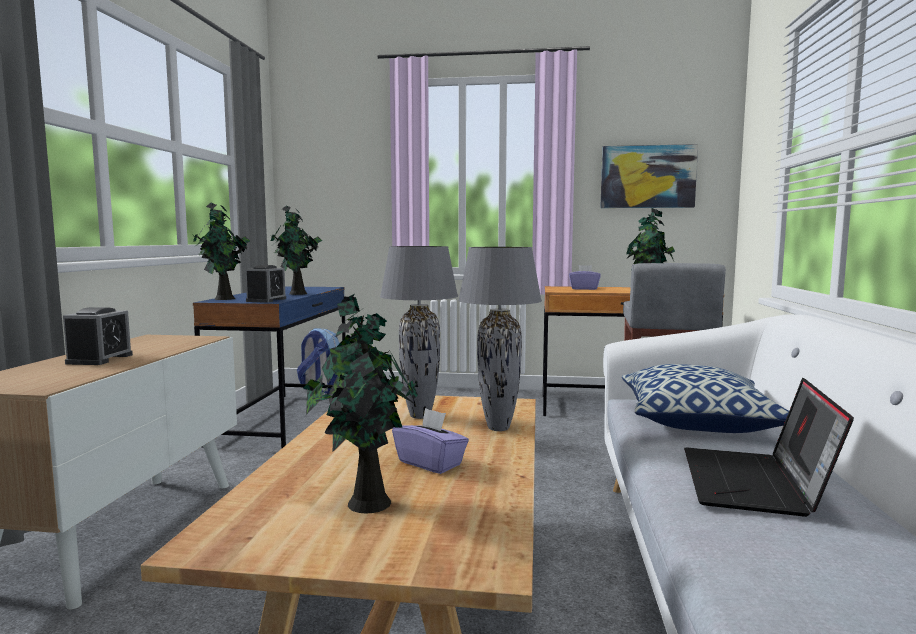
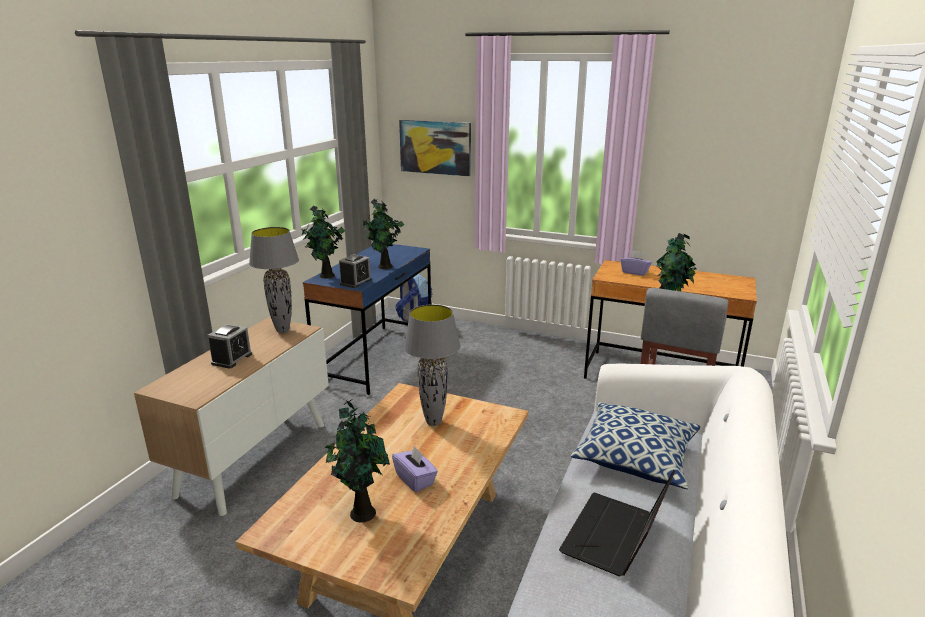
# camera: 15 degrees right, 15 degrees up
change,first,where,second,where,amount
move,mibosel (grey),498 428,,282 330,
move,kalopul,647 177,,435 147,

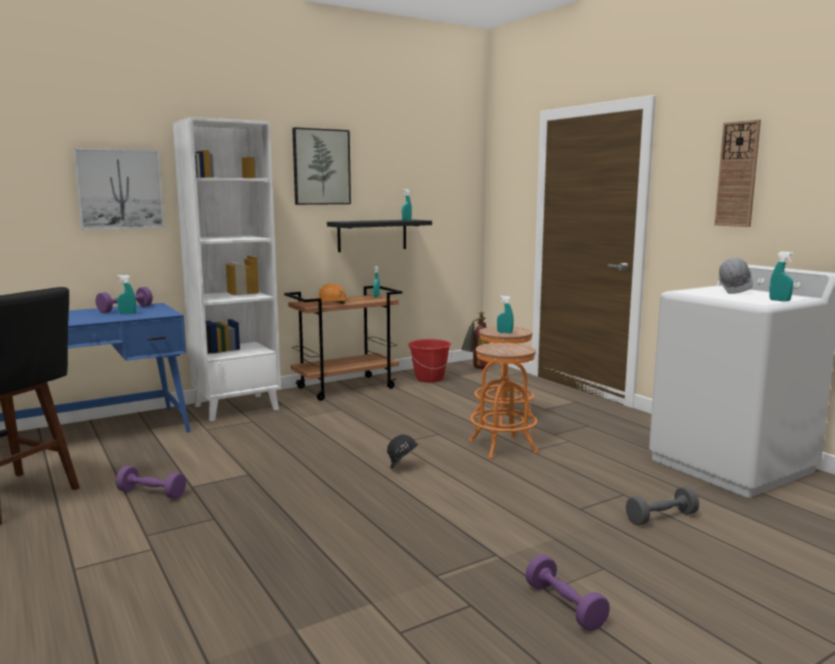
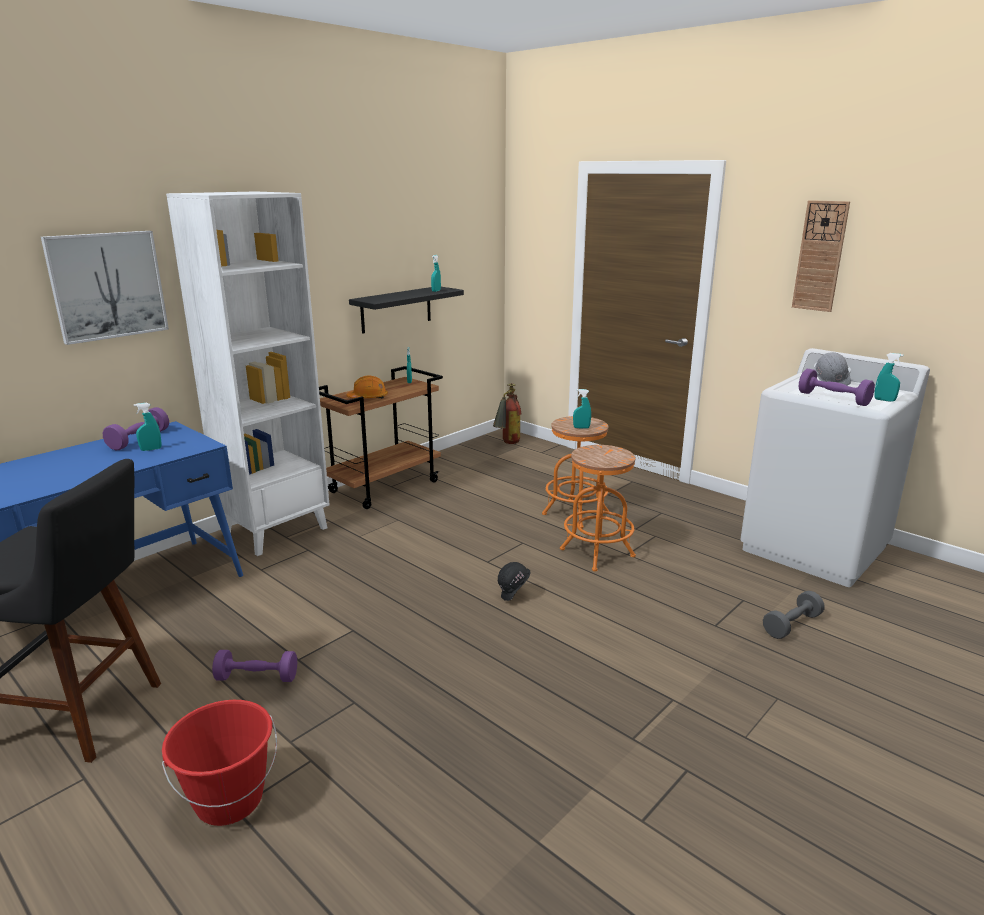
# camera: 15 degrees left, 10 degrees up
change,first,where,second,where,amount
move,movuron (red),429 378,,229 800,
move,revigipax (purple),564 606,,833 399,
delete,kalopul,321 167,,,

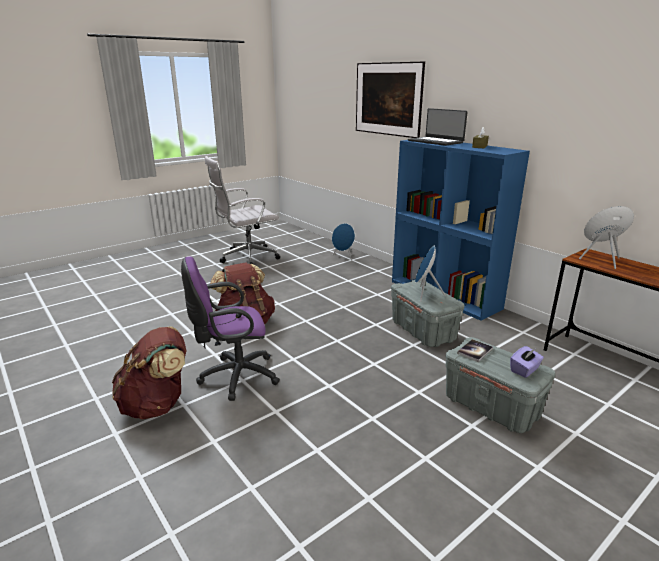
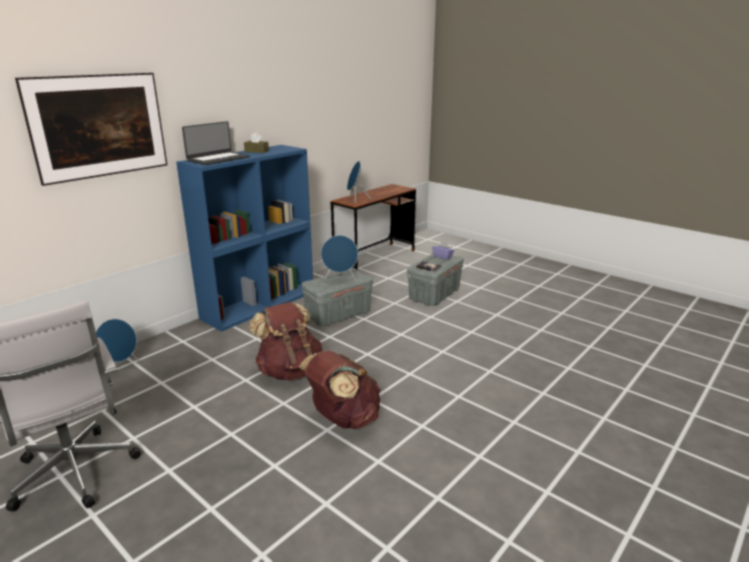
# camera: 100 degrees left, 0 degrees up
change,first,where,second,where,amount
move,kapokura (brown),157 405,,289 370,
delete,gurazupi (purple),234 377,,,

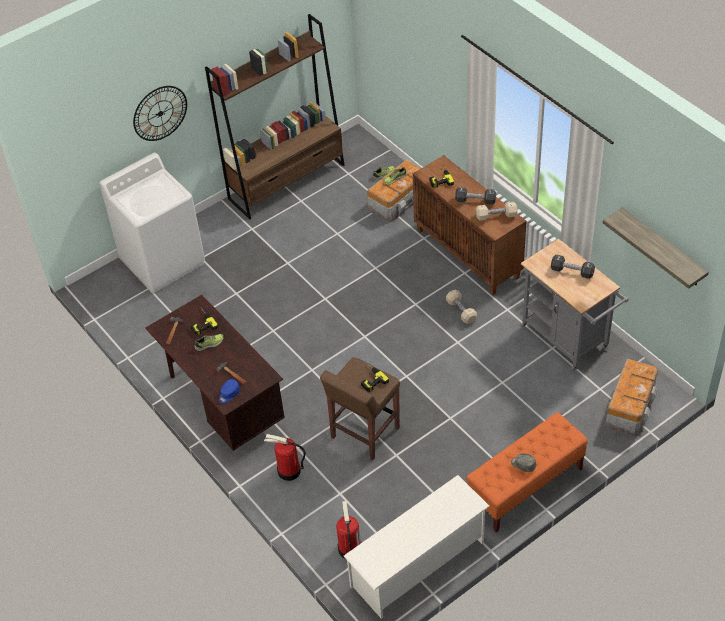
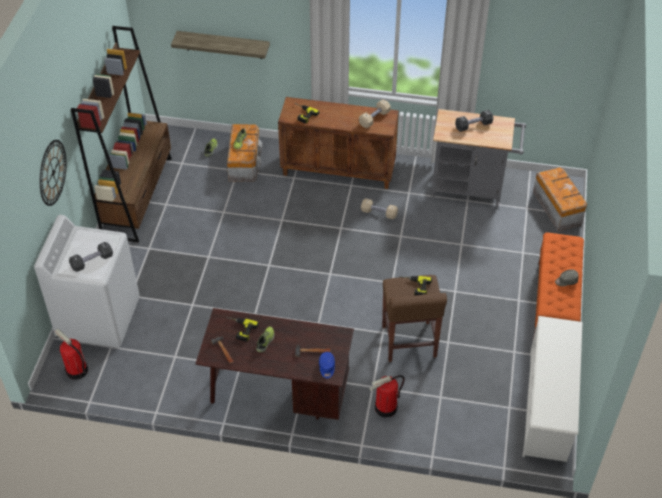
# camera: 45 degrees left, 0 degrees up
change,first,where,second,where,amount
move,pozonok,349 548,,76 370,
move,revigipax (black),475 201,,92 261,
move,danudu,662 248,,223 45,

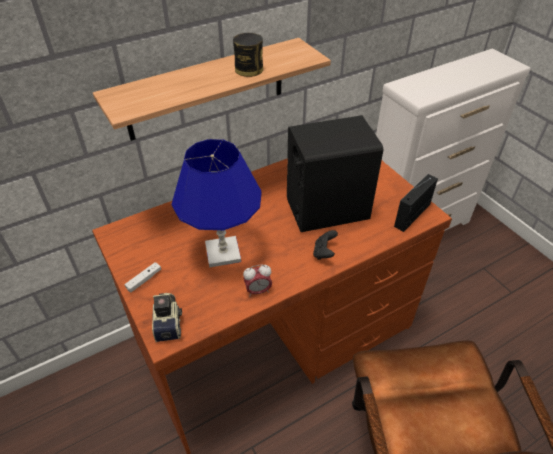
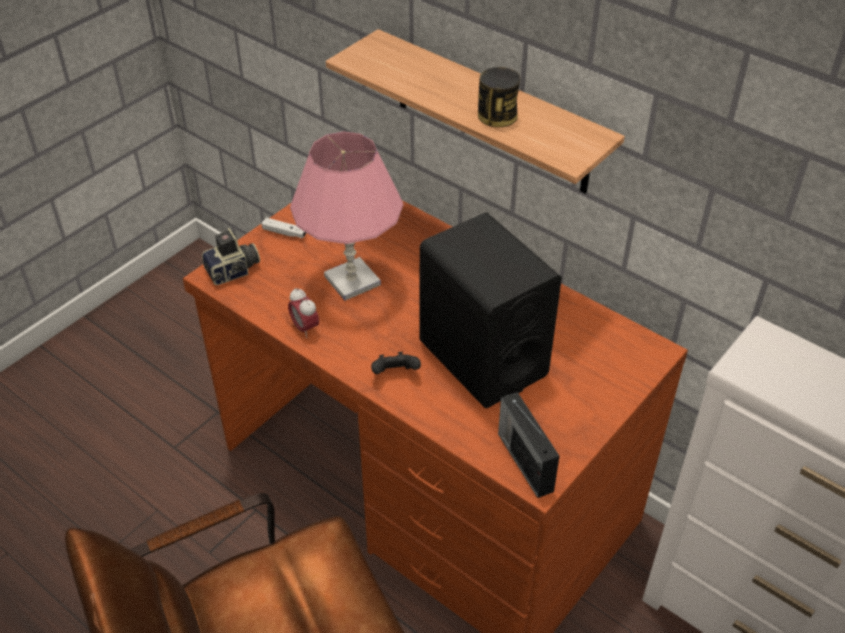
# camera: 70 degrees right, 0 degrees up
change,first,where,second,where,amount
recolor,mibosel (blue),223 253,mibosel (pink),352 281,
rotate,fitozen,413 215,,524 460,135 degrees counterclockwise

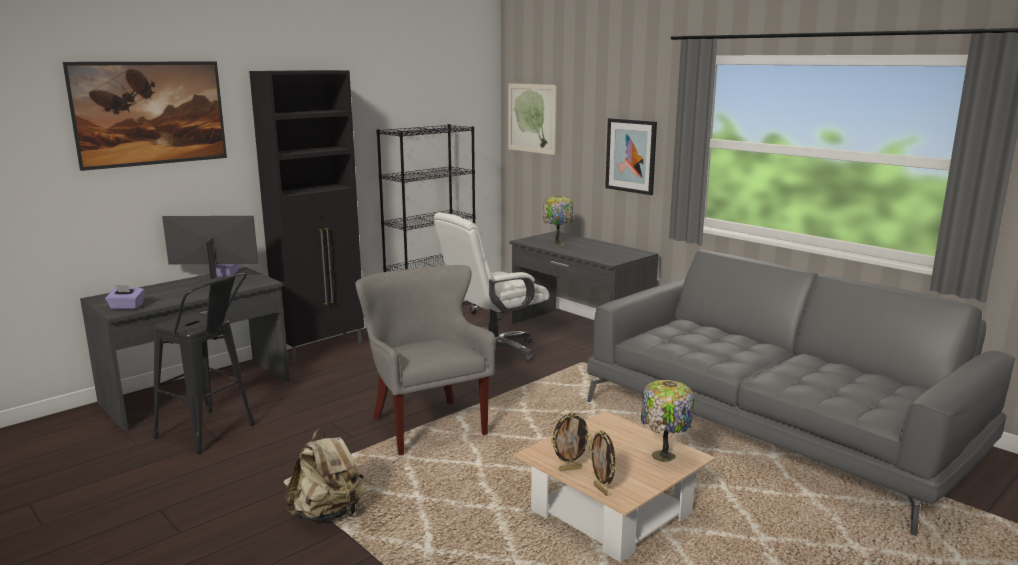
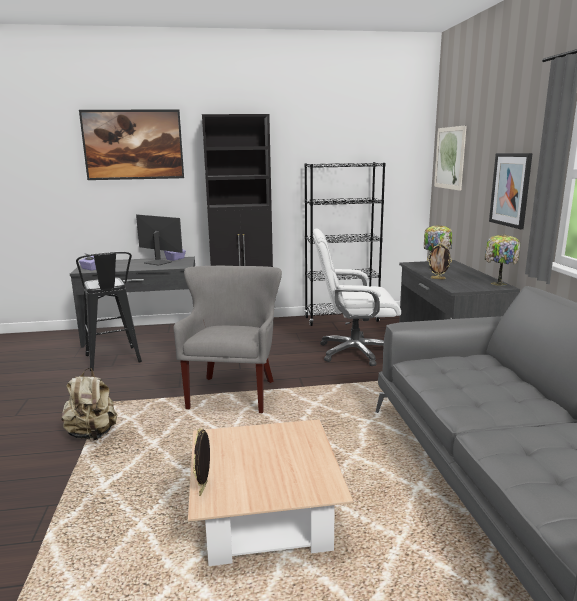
# camera: 35 degrees right, 0 degrees up
change,first,where,second,where,amount
move,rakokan,570 468,,438 278,
move,mibosel,663 457,,498 284,

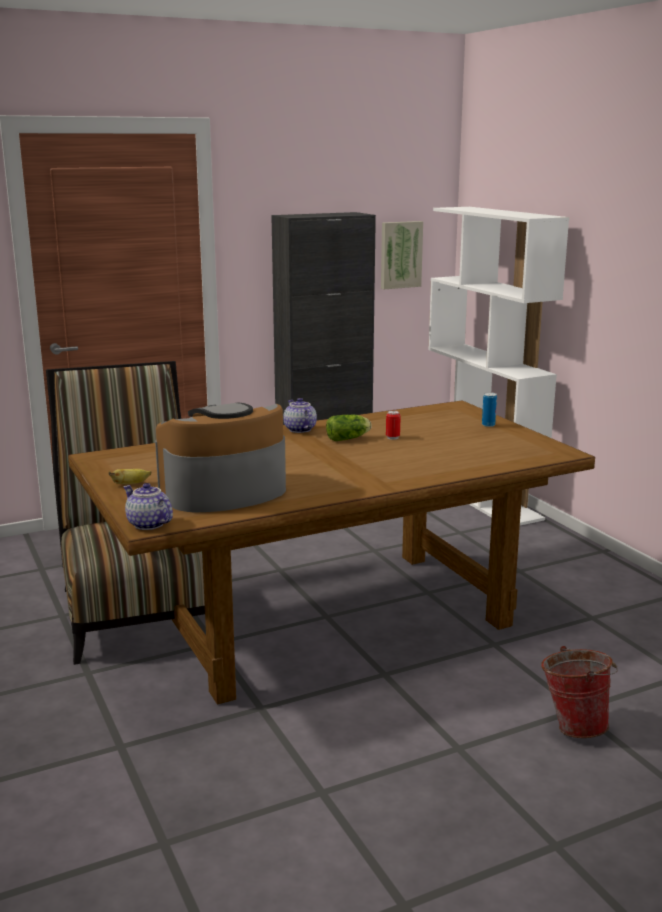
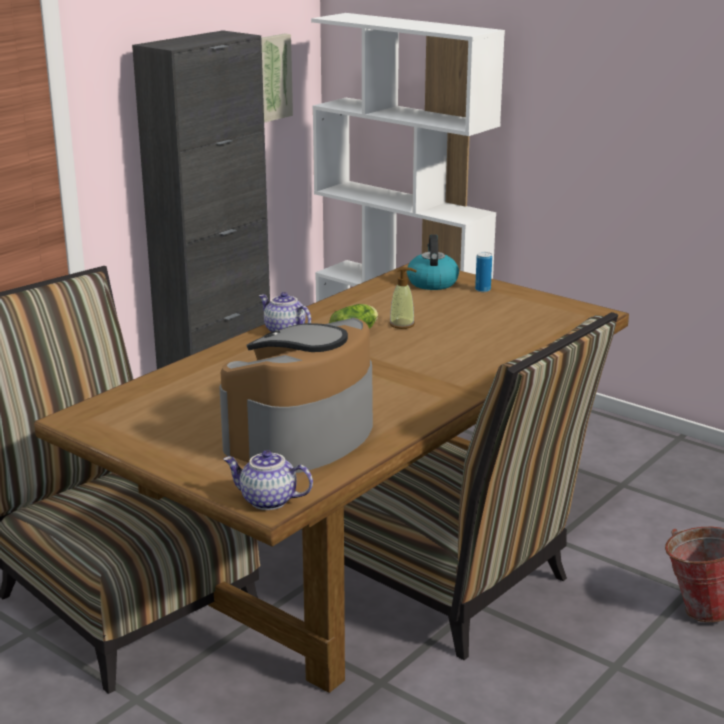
# camera: 25 degrees left, 5 degrees up
change,first,where,second,where,amount
insert,,,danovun,449 585,
replace,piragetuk,392 438,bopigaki,402 324,
insert,,,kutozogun,432 282,
delete,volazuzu,131 484,,,

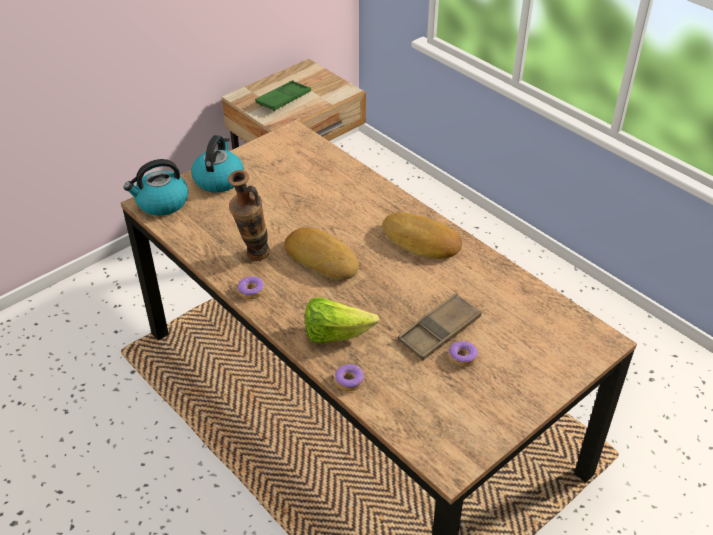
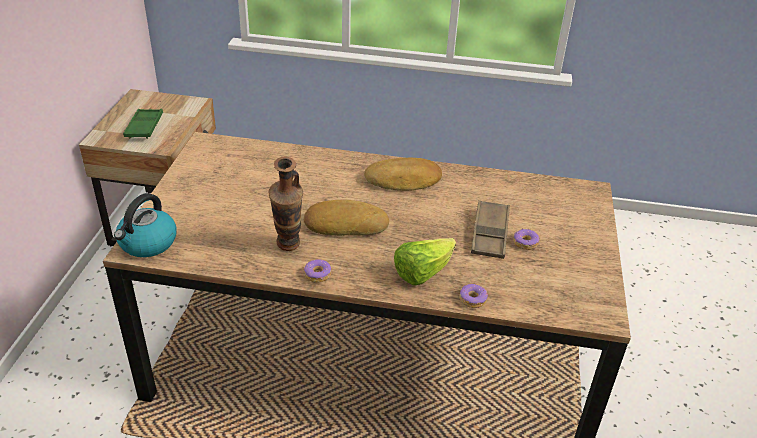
# camera: 40 degrees left, 5 degrees down
change,first,where,second,where,amount
delete,kutozogun,219 179,,,

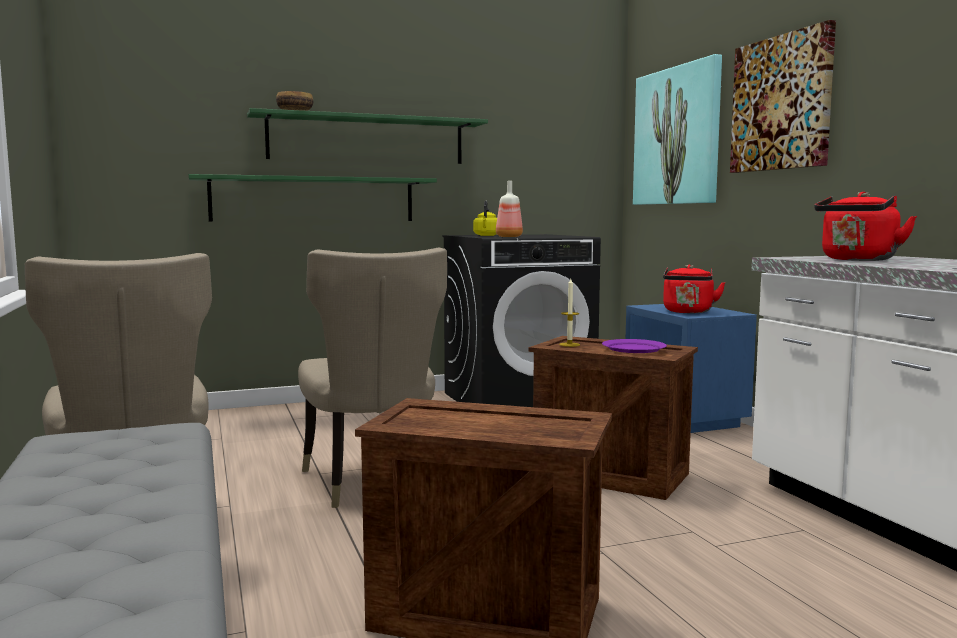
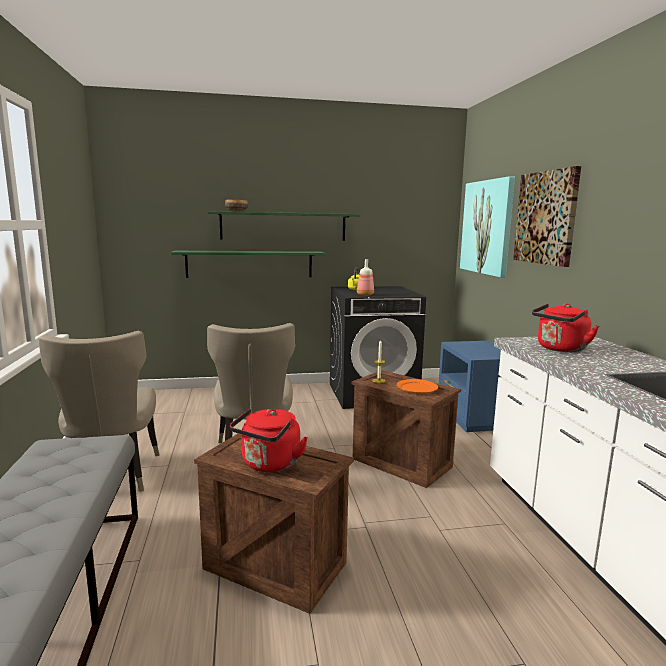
# camera: 10 degrees right, 5 degrees up
change,first,where,second,where,amount
move,kutozogun (red),688 312,,269 465,
recolor,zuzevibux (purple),633 348,zuzevibux (orange),416 388,

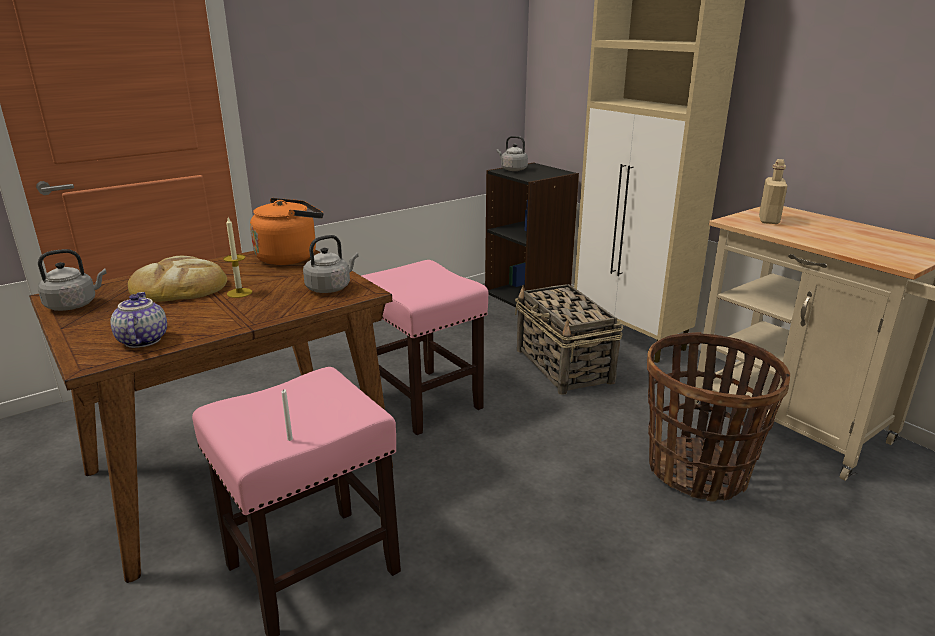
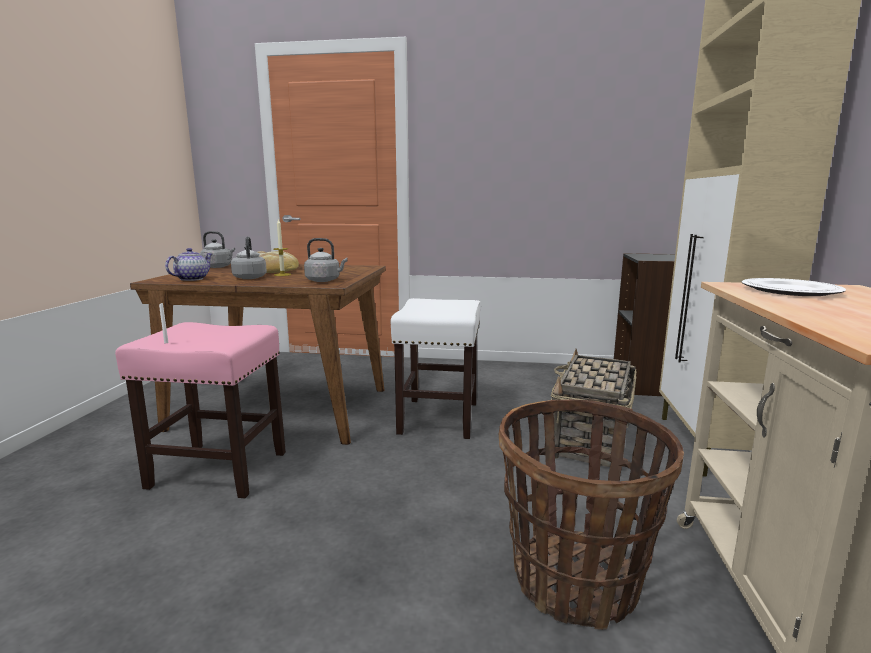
# camera: 45 degrees right, 10 degrees down
change,first,where,second,where,amount
move,kutozogun (grey),512 169,,250 277,
recolor,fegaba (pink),424 401,fegaba (white),439 418,
replace,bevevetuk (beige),769 220,zuzevibux,791 290,
delete,kutozogun (orange),290 257,,,

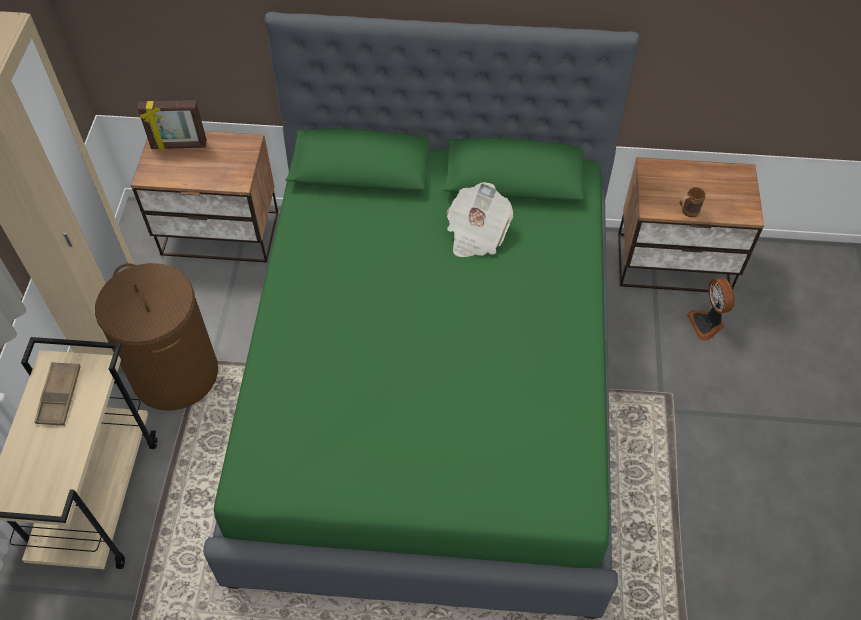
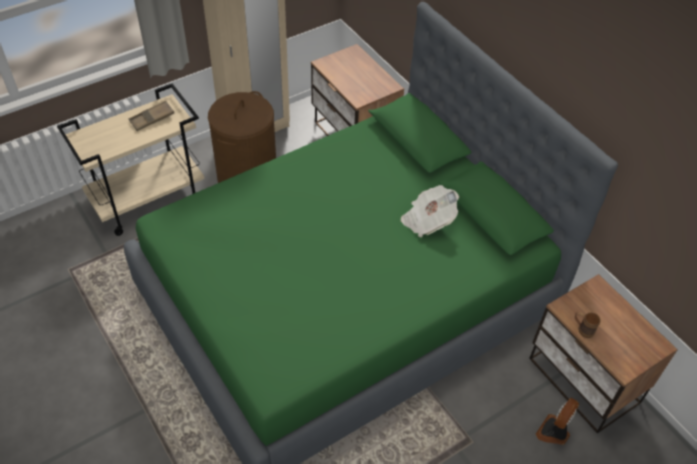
# camera: 50 degrees right, 5 degrees down
change,first,where,second,where,amount
delete,rakokan,179 146,,,

